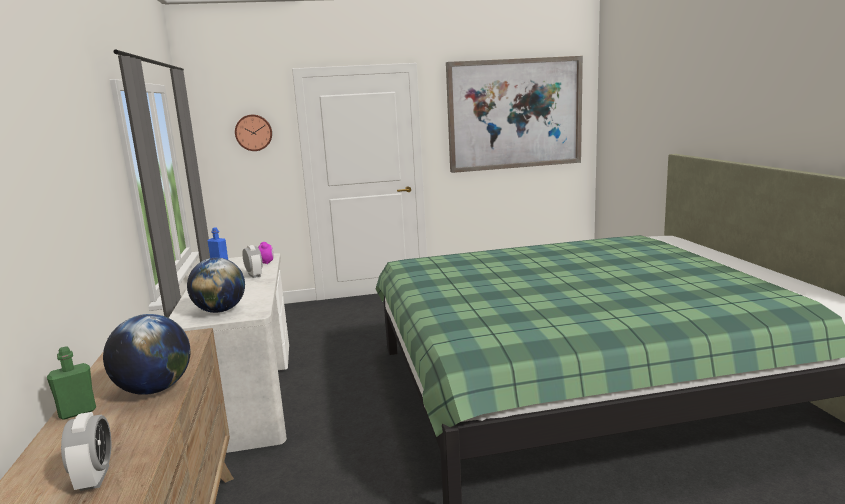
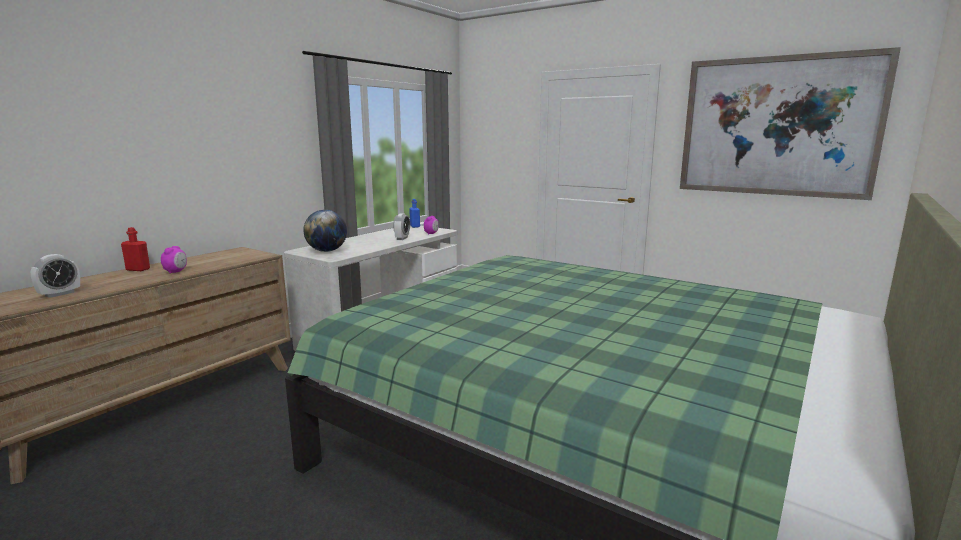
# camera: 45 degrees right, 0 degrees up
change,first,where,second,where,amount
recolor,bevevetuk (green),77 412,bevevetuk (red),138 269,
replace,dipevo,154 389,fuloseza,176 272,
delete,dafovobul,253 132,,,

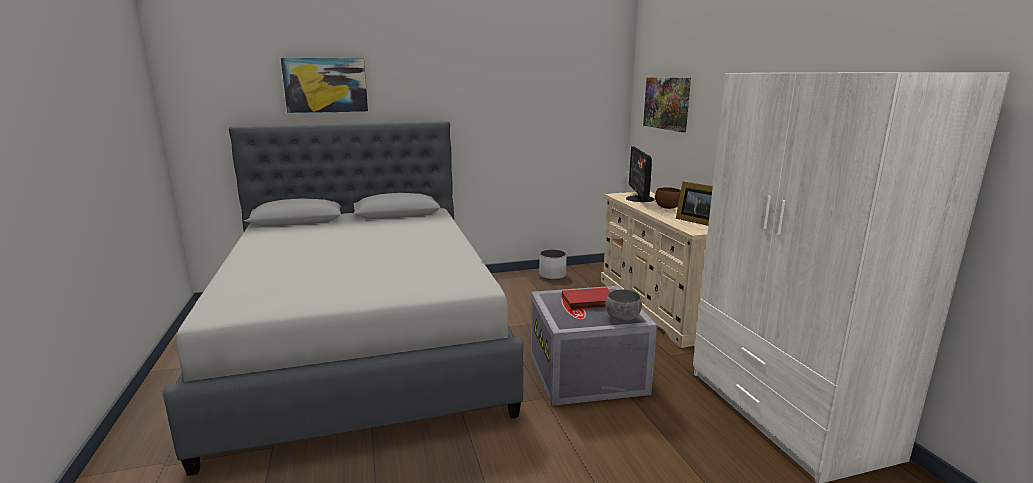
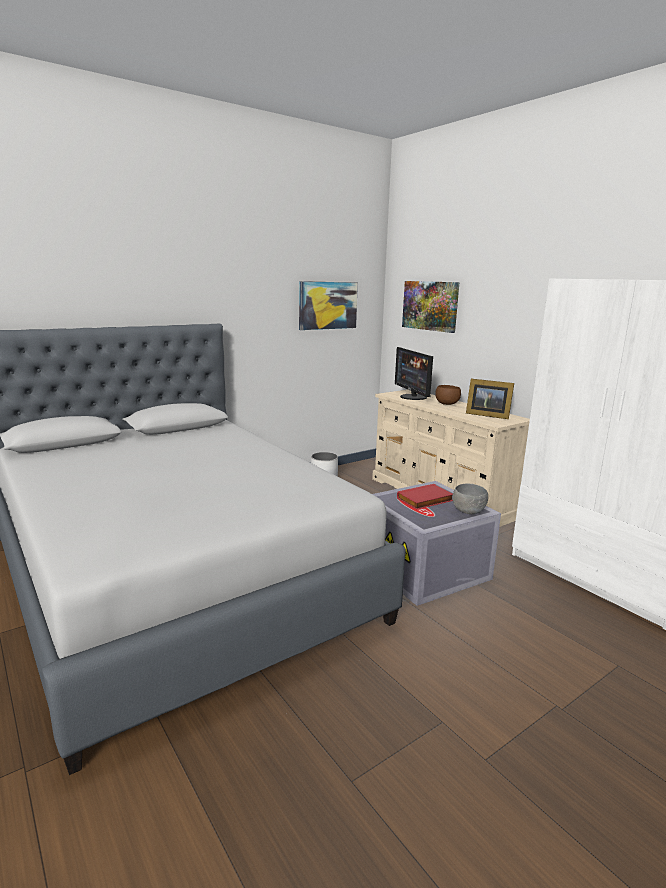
# camera: 20 degrees left, 0 degrees up
change,first,where,second,where,amount
move,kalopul,325 85,,327 305,

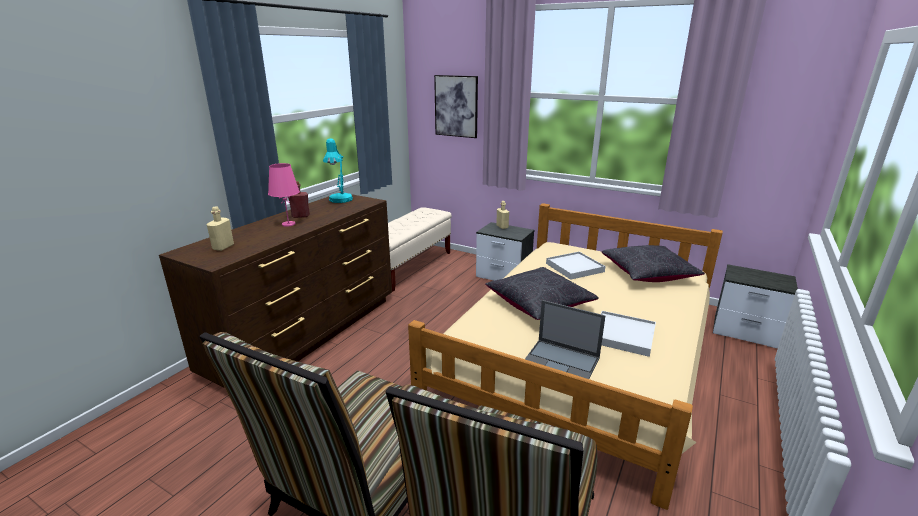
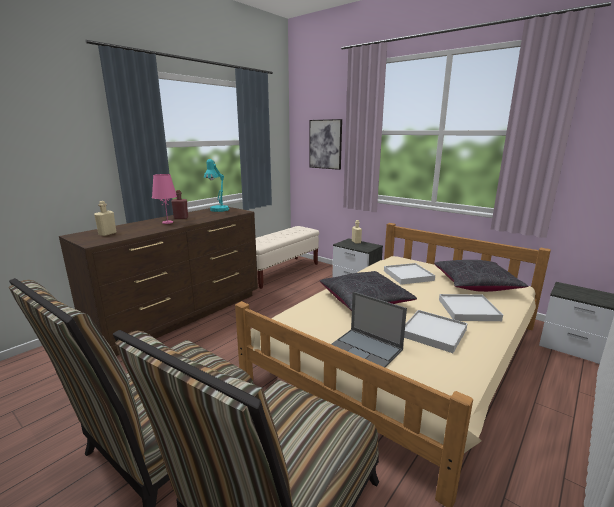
# camera: 10 degrees right, 5 degrees down
change,first,where,second,where,amount
insert,,,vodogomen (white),468 310,

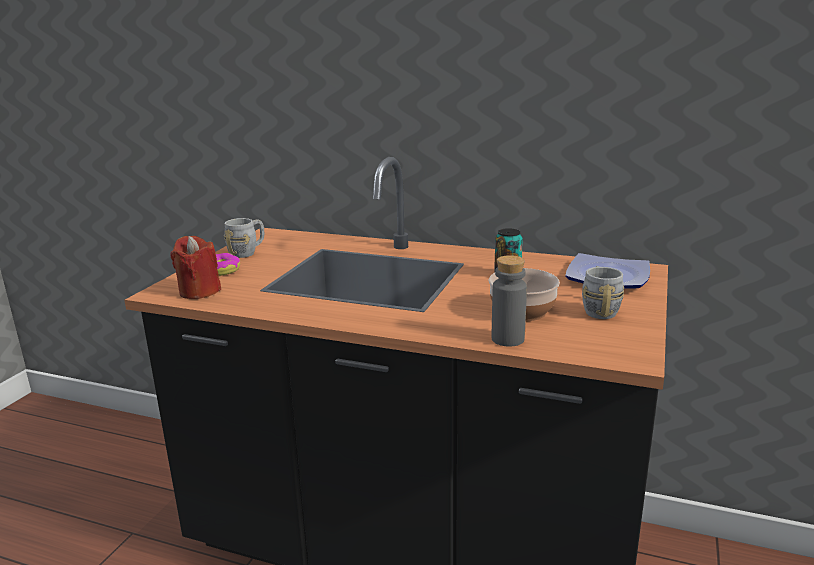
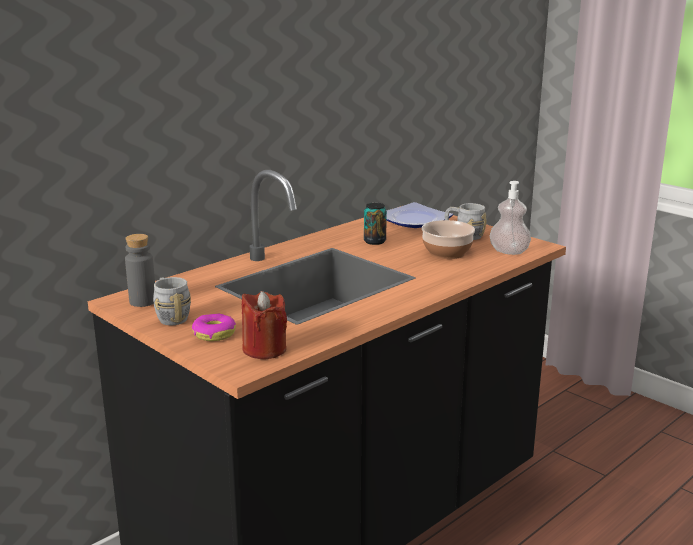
# camera: 65 degrees left, 0 degrees up
change,first,where,second,where,amount
move,bevevetuk (grey),507 339,,143 301,
insert,,,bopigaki,509 251,

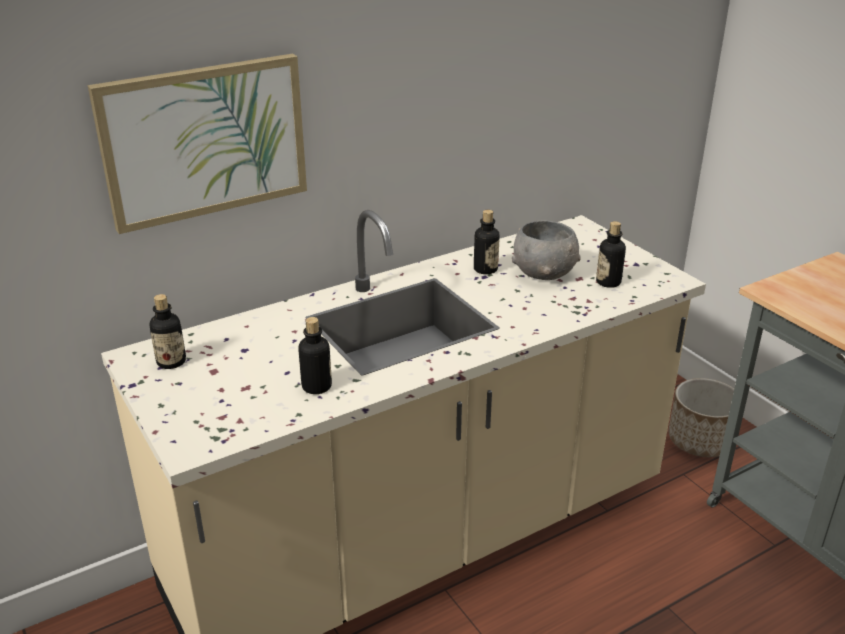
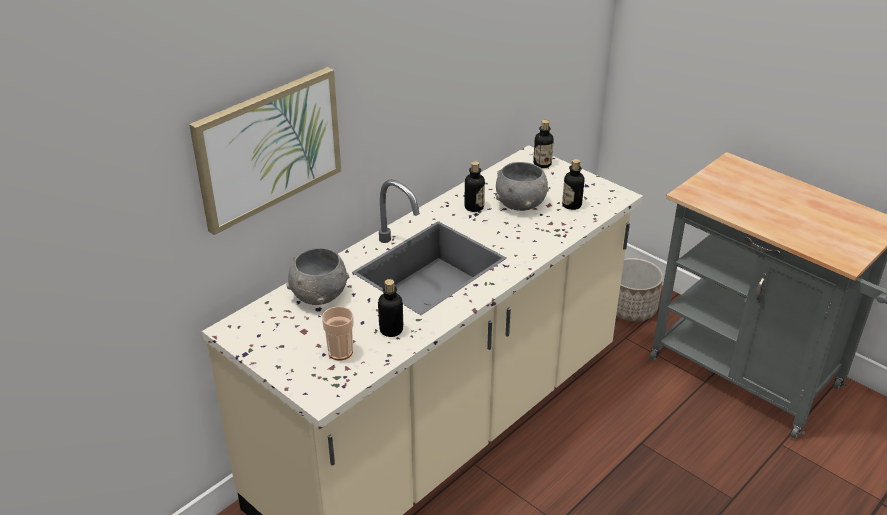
# camera: 15 degrees left, 5 degrees up
change,first,where,second,where,amount
insert,,,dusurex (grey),318 296,
insert,,,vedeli,340 352,
move,bevevetuk,171 362,,542 164,

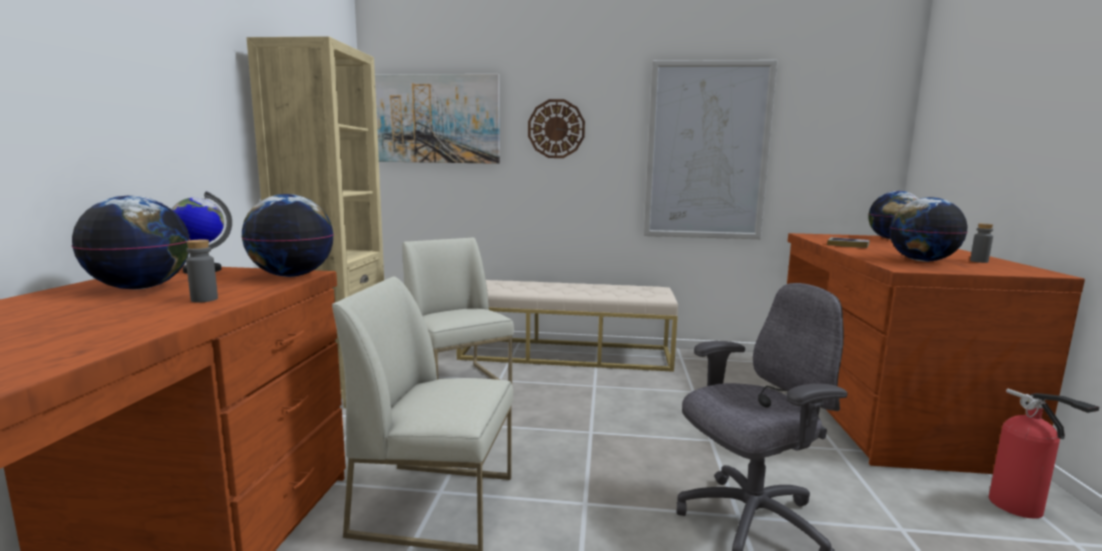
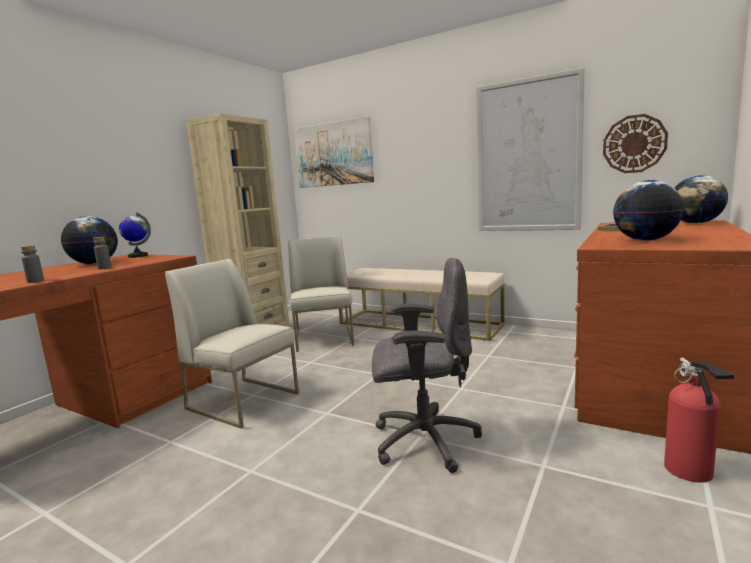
# camera: 25 degrees right, 0 degrees up
change,first,where,second,where,amount
move,bevevetuk (grey),979 261,,35 281,
move,dafovobul,556 129,,634 144,
delete,dipevo,292 276,,,

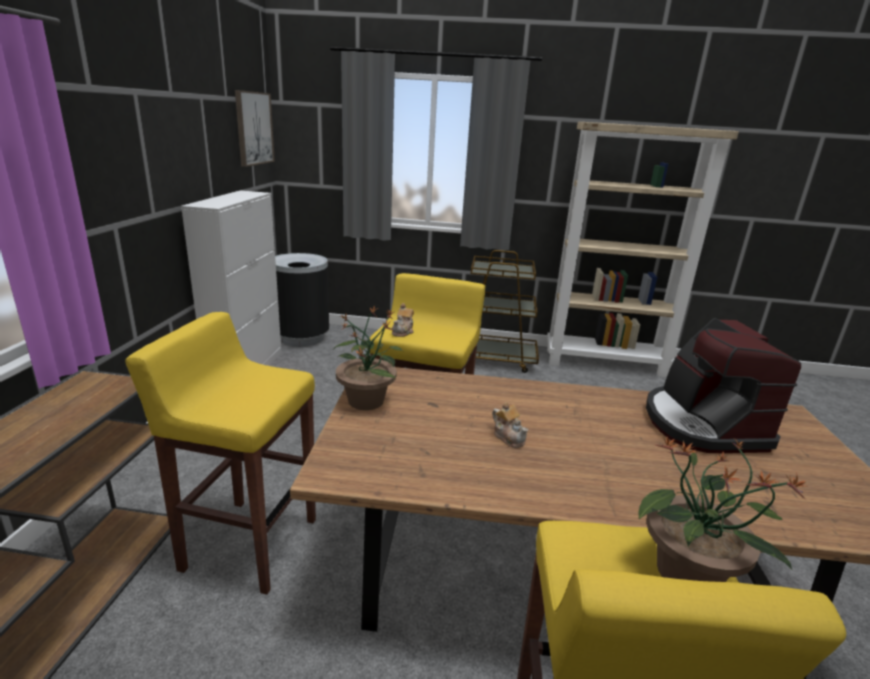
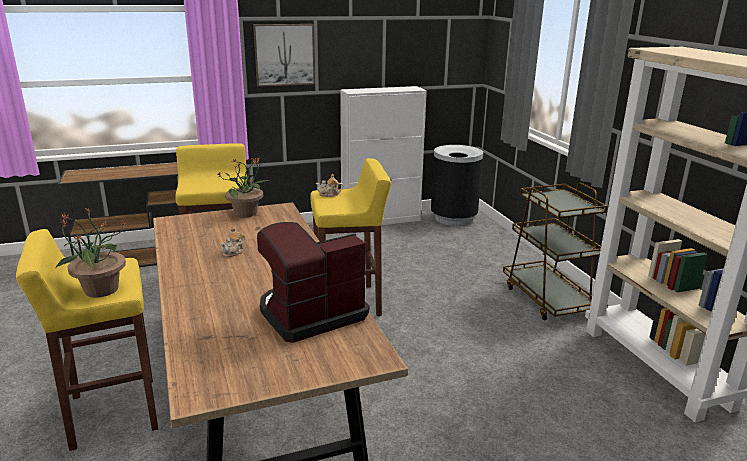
# camera: 65 degrees right, 0 degrees up
change,first,where,second,where,amount
move,kalopul,254 128,,284 54,

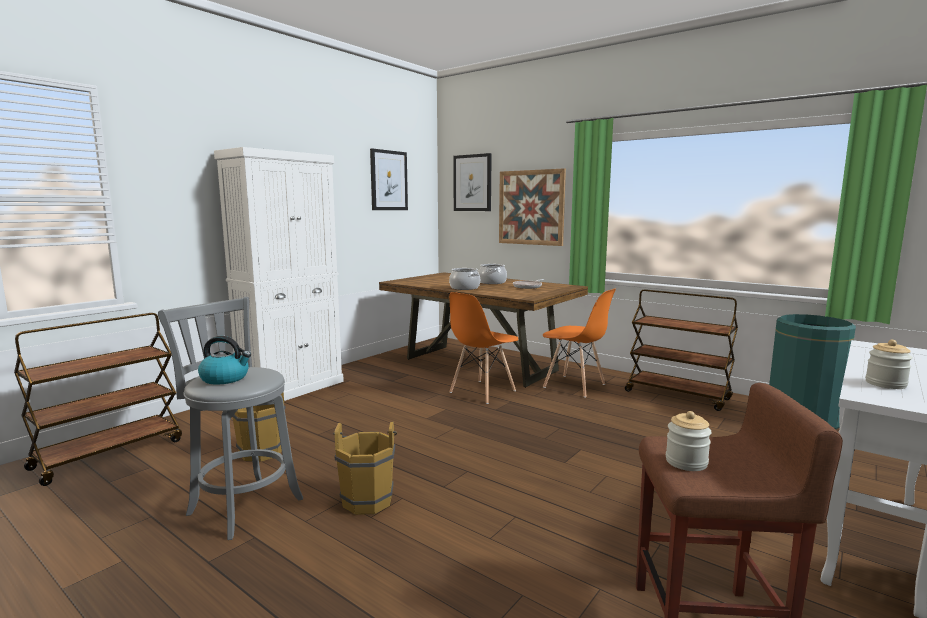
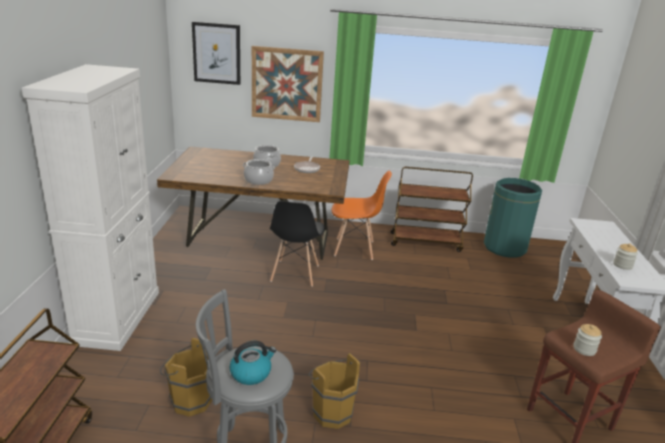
# camera: 35 degrees left, 15 degrees up
change,first,where,second,where,amount
recolor,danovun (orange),482 392,danovun (black),295 273,
delete,kalopul,388 180,,,

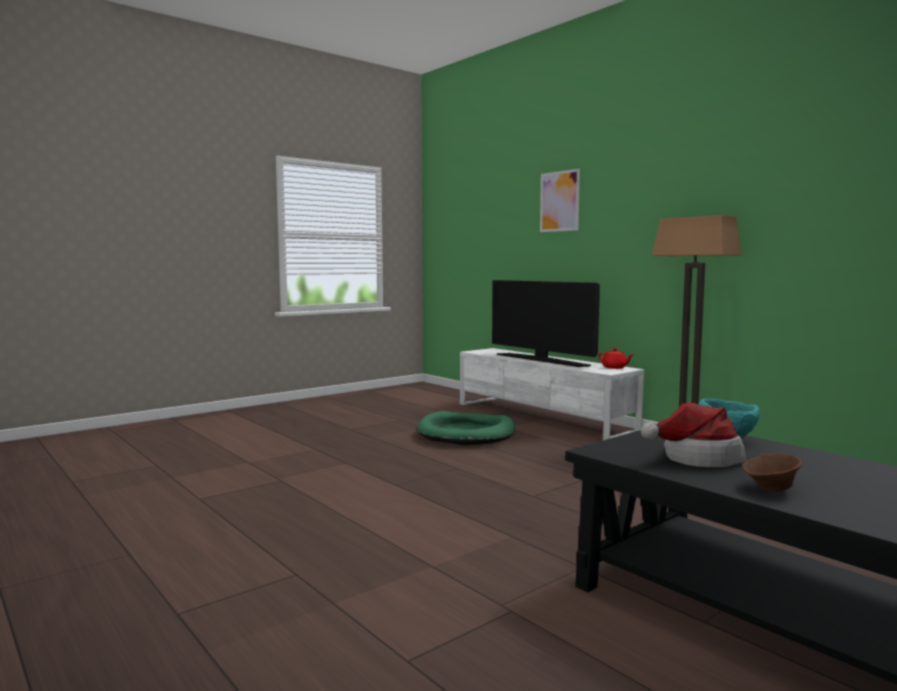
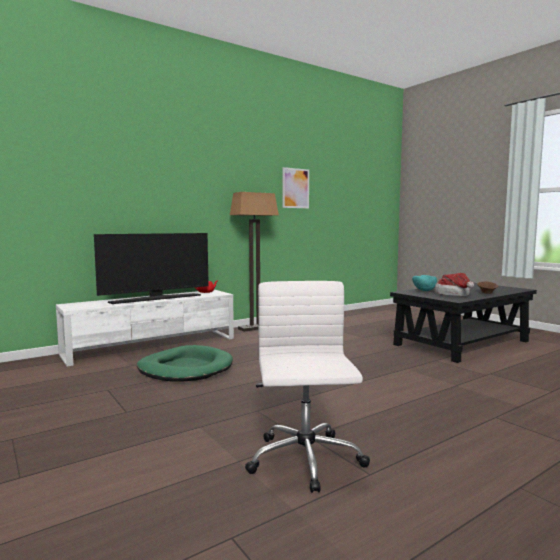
# camera: 85 degrees left, 0 degrees up
change,first,where,second,where,amount
insert,,,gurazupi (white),305 461,
move,kalopul,559 201,,295 188,

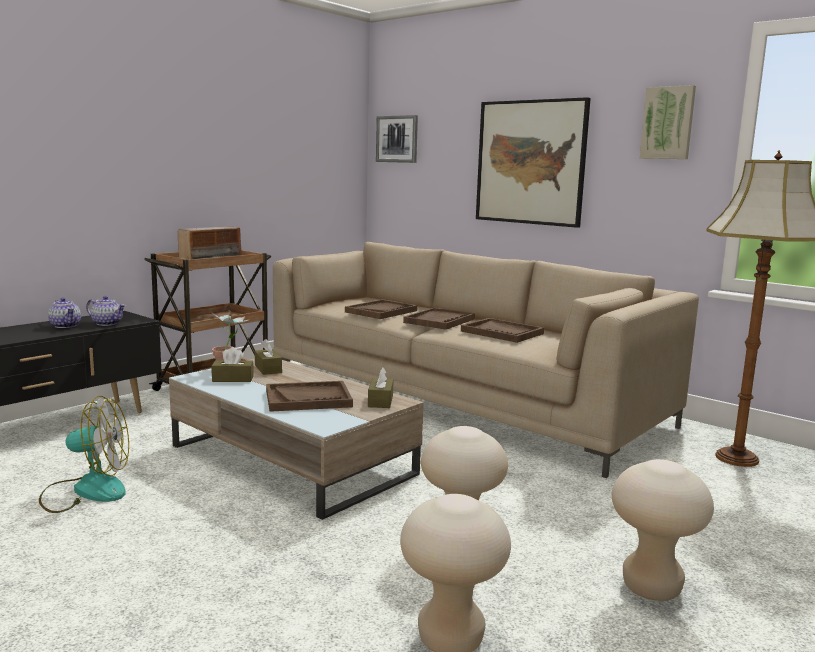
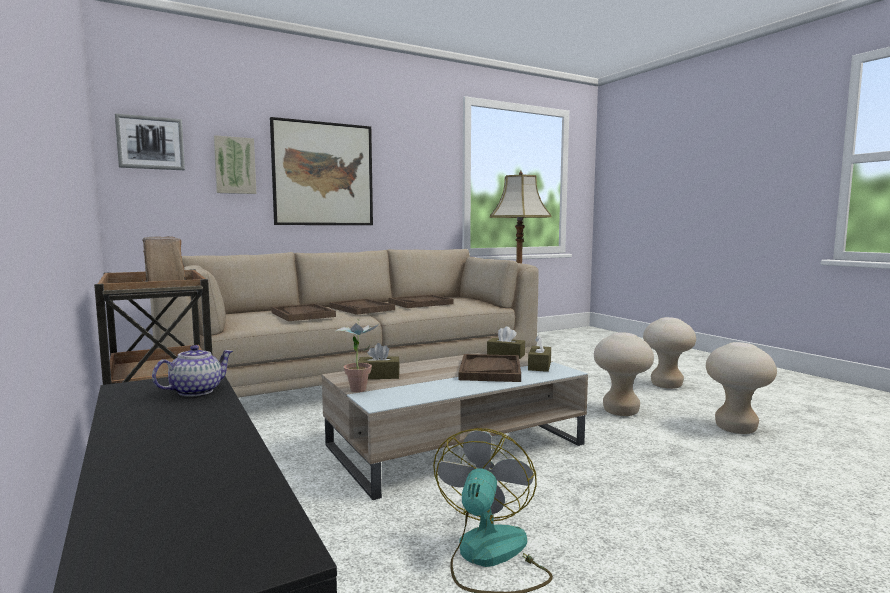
# camera: 70 degrees left, 5 degrees down
change,first,where,second,where,amount
move,kalopul,668 123,,235 165,
move,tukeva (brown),233 379,,539 366,
delete,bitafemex,66 326,,,

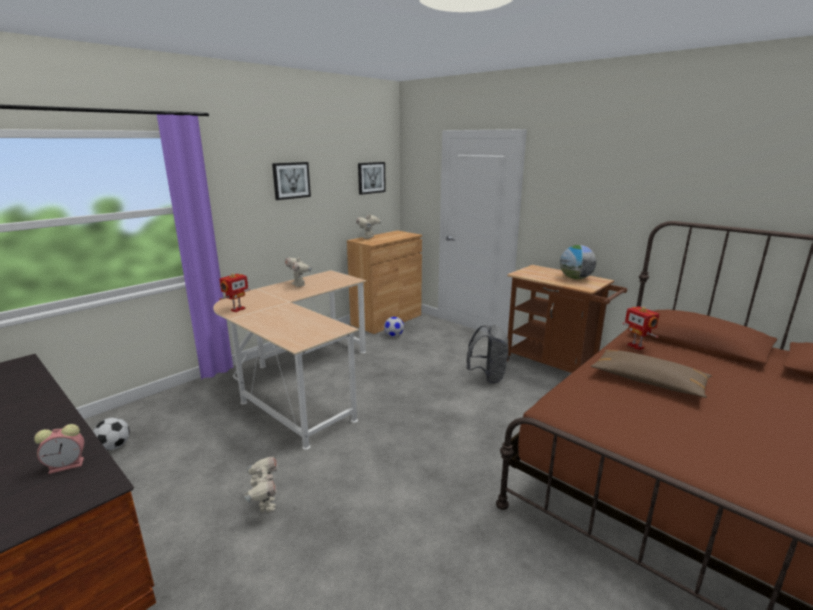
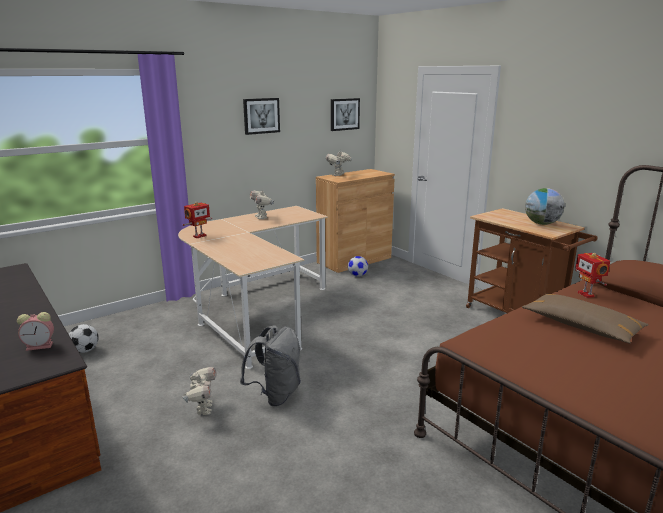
# camera: 10 degrees right, 0 degrees up
change,first,where,second,where,amount
move,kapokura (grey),487 377,,275 395,

